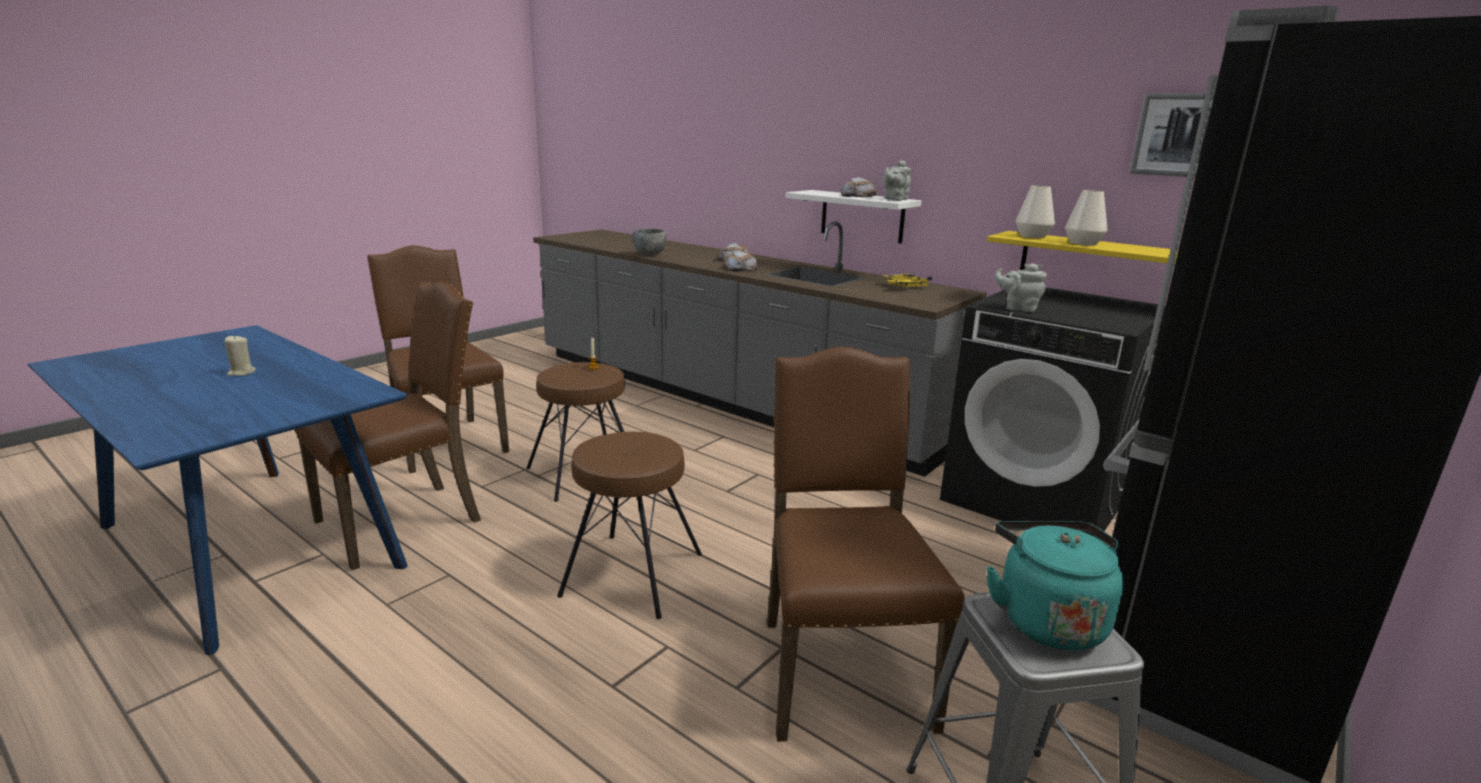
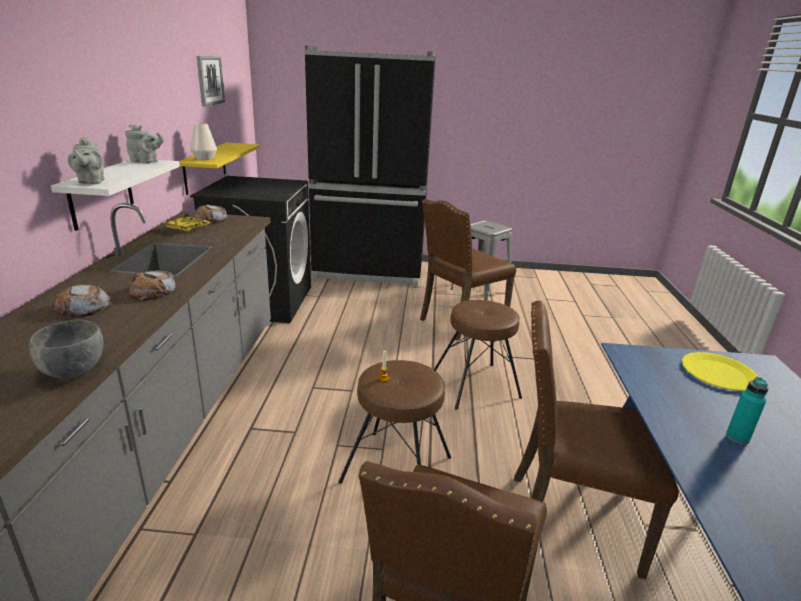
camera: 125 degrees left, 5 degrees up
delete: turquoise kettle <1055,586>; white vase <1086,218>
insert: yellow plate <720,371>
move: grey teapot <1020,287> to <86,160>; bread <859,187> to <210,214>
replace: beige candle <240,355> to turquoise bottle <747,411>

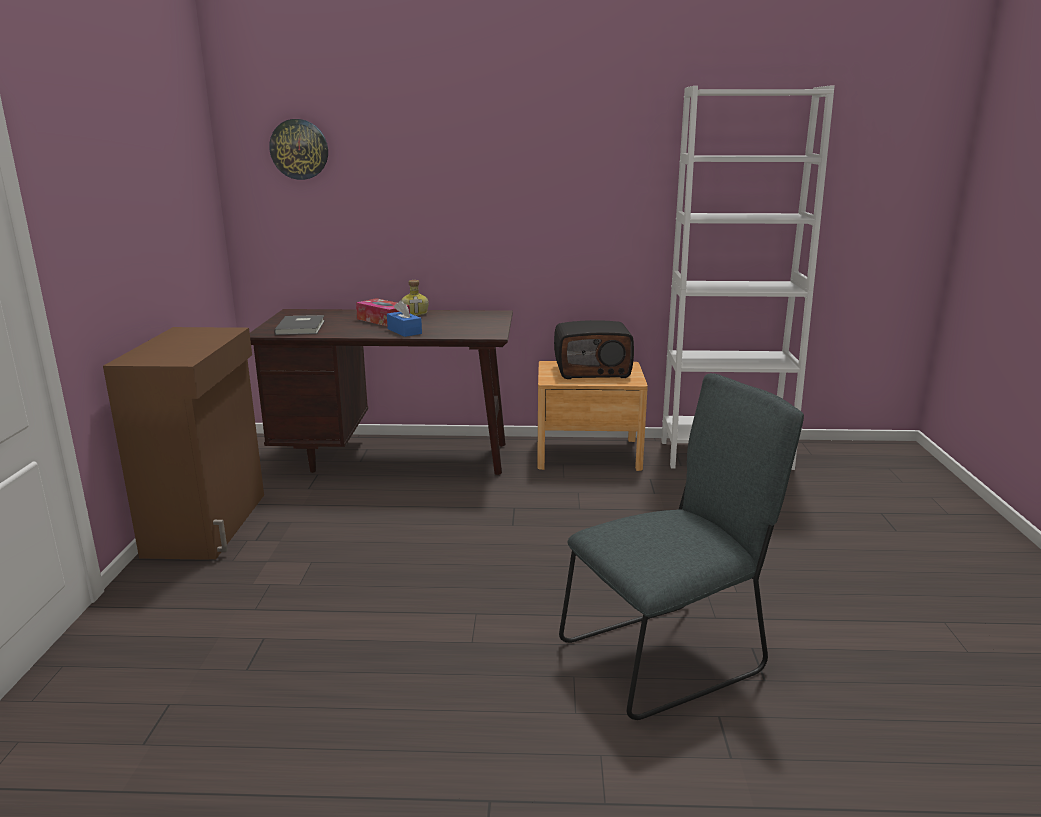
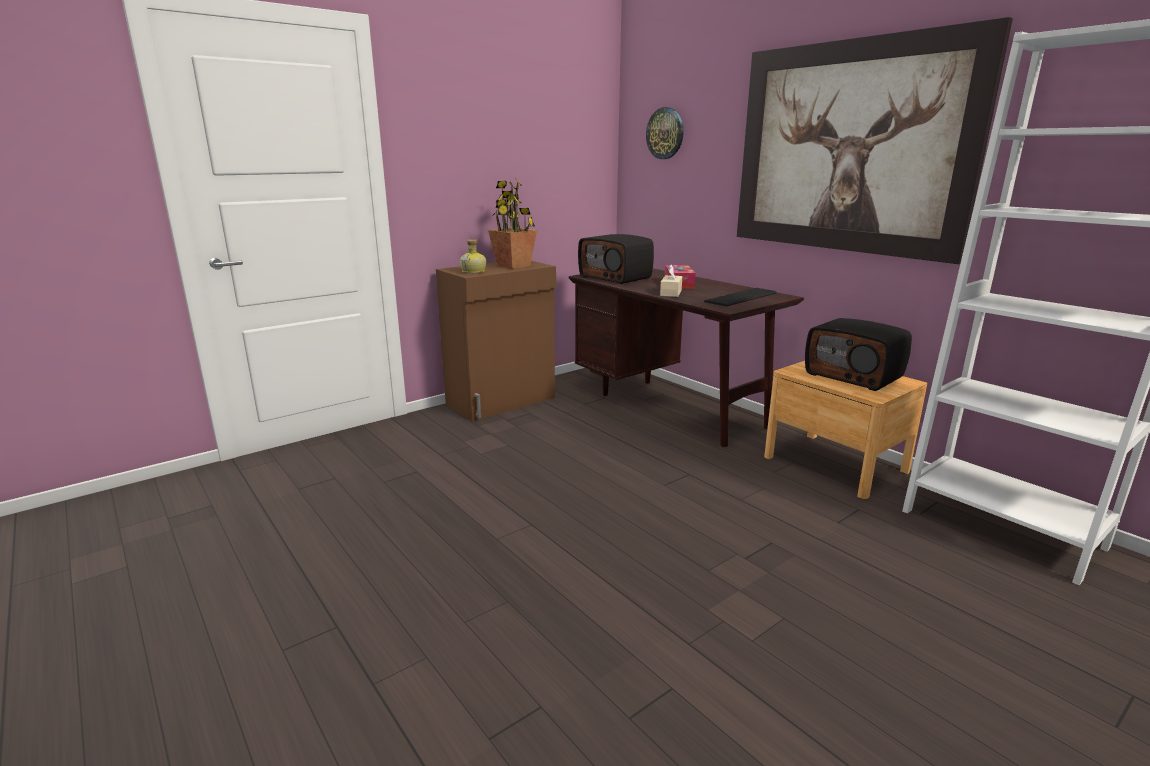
camera: 50 degrees right, 0 degrees up
delete: grey chair <681,546>
insert: potted plant <512,223>; keyboard <740,297>; picture <875,140>
move: bottle <415,298> to <473,256>
replace: grey book <299,325> to radio <616,259>
recolor: blue tissue box <404,318> to beige tissue box <671,281>

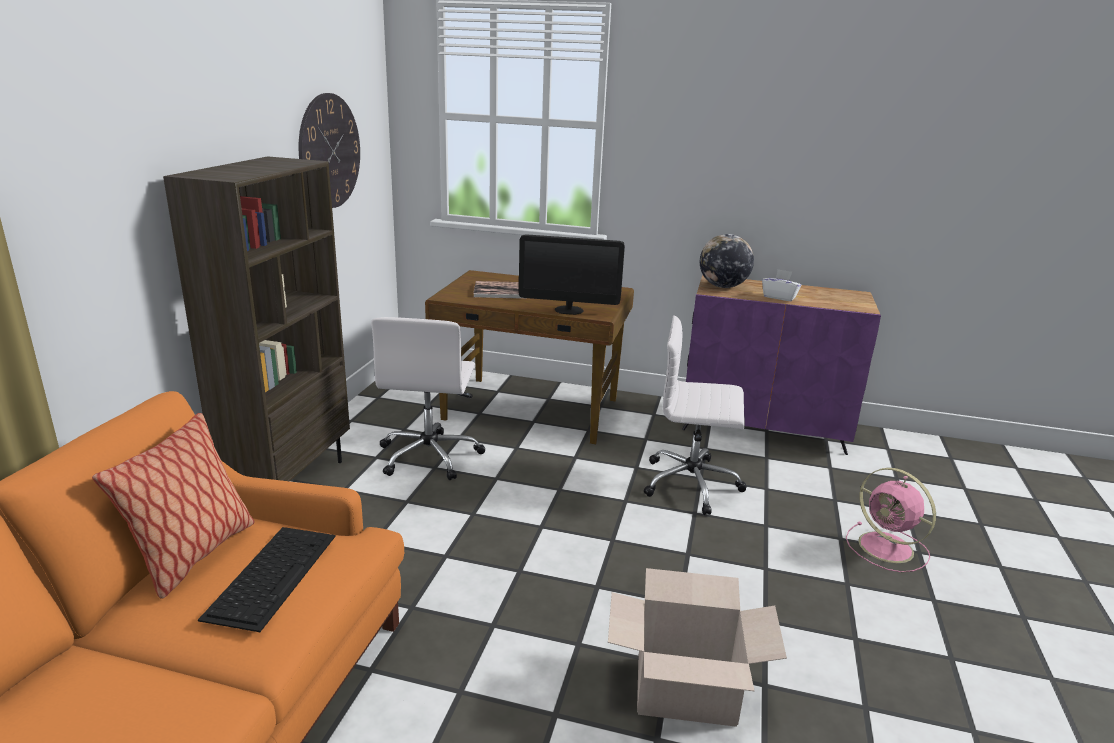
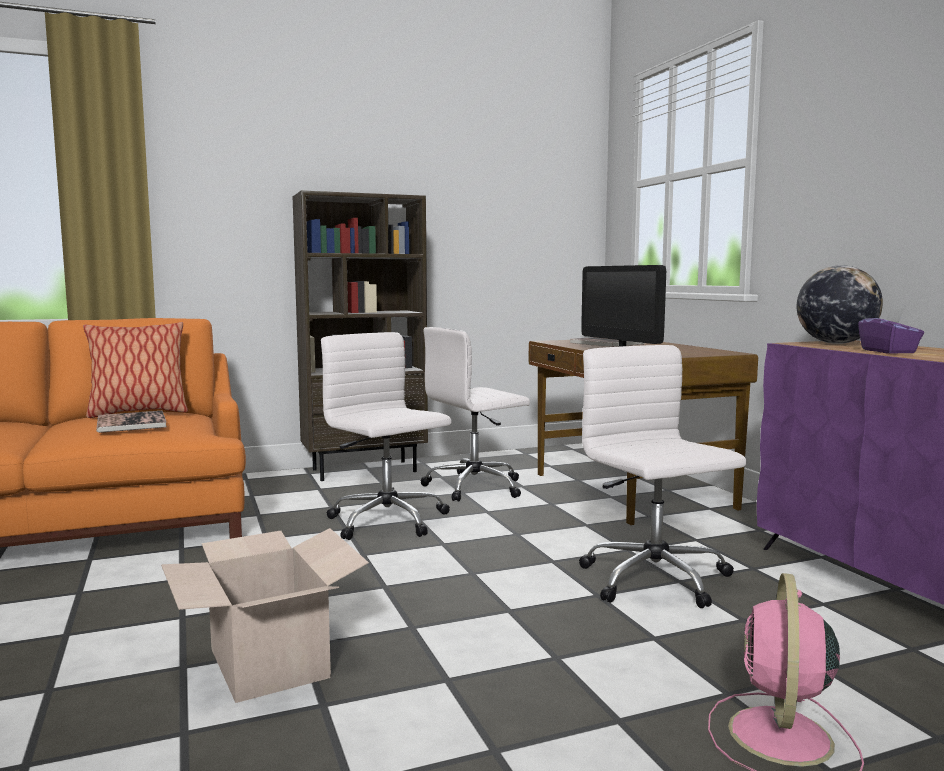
camera: 55 degrees right, 15 degrees down
delete: wall clock <329,150>
insert: white office chair <386,436>
replace: keyboard <267,579> to book <131,422>
recolor: white tissue box <781,285> to purple tissue box <891,330>

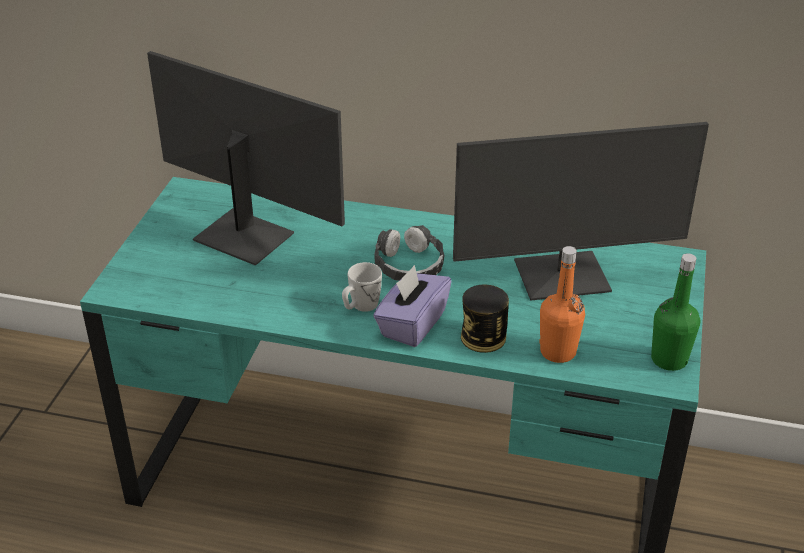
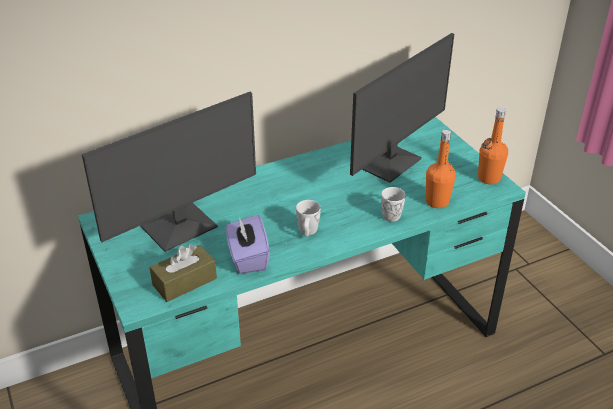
camera: 40 degrees left, 0 degrees up
delete: headphones <409,253>
insert: brown tissue box <183,273>
move: purple tissue box <412,306> to <248,244>
replace: can <485,319> to white mug <393,204>
recolor: green bottle <675,312> to orange bottle <493,146>
rotate: monitor <246,158> = <169,171> 150 degrees clockwise

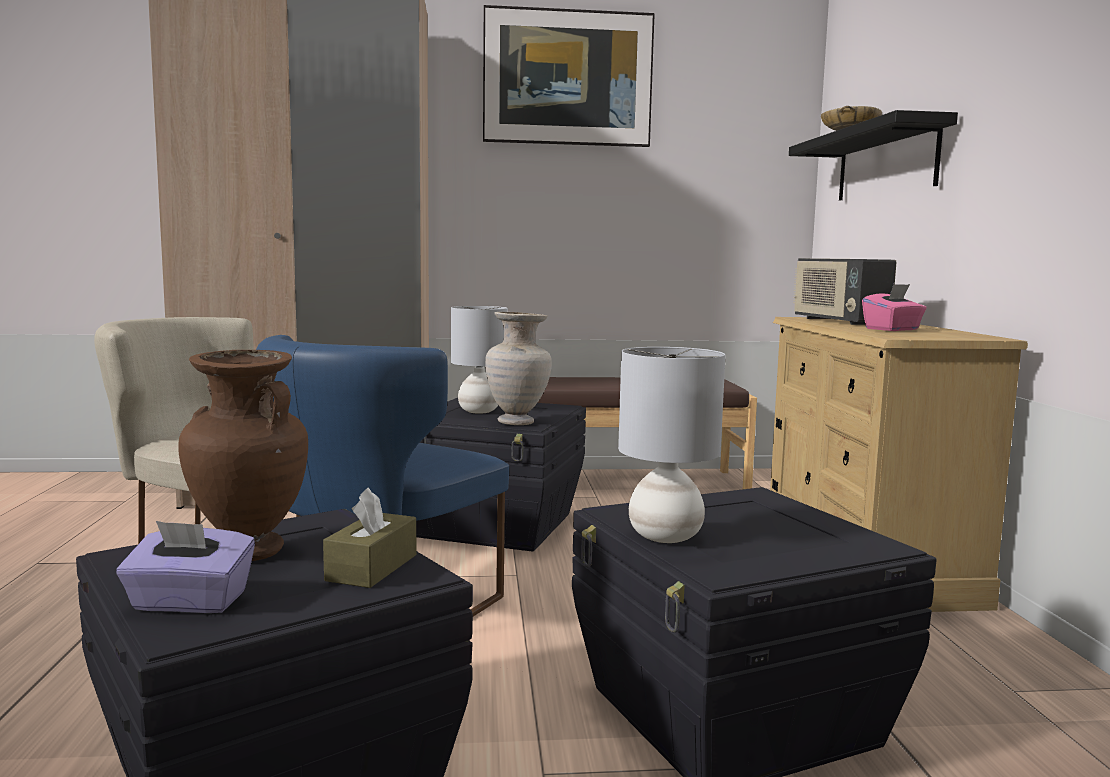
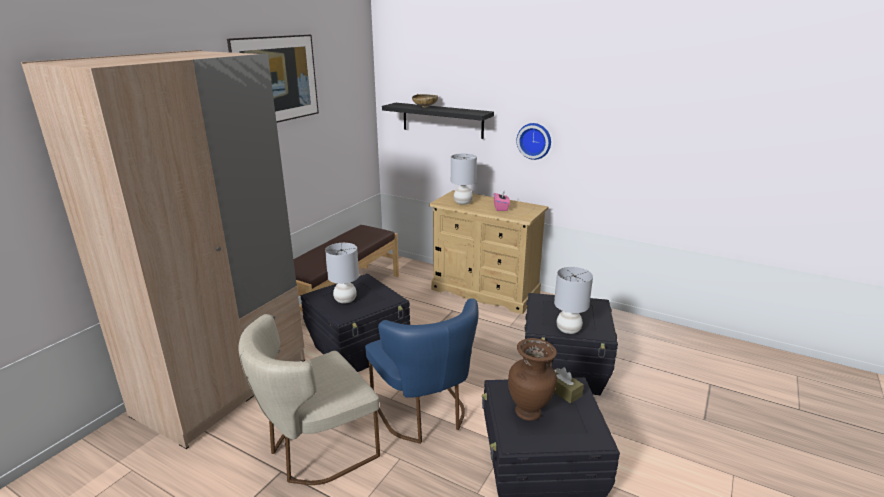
camera: 55 degrees left, 15 degrees up
delete: purple tissue box <186,567>; beige vase <518,368>
insert: wall clock <533,141>
replace: radio <844,291> to grey table lamp <464,179>

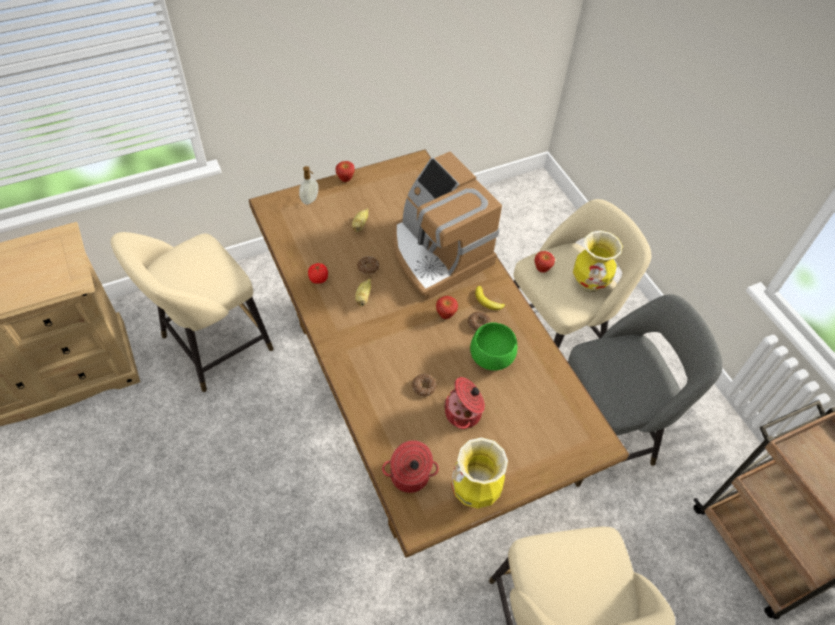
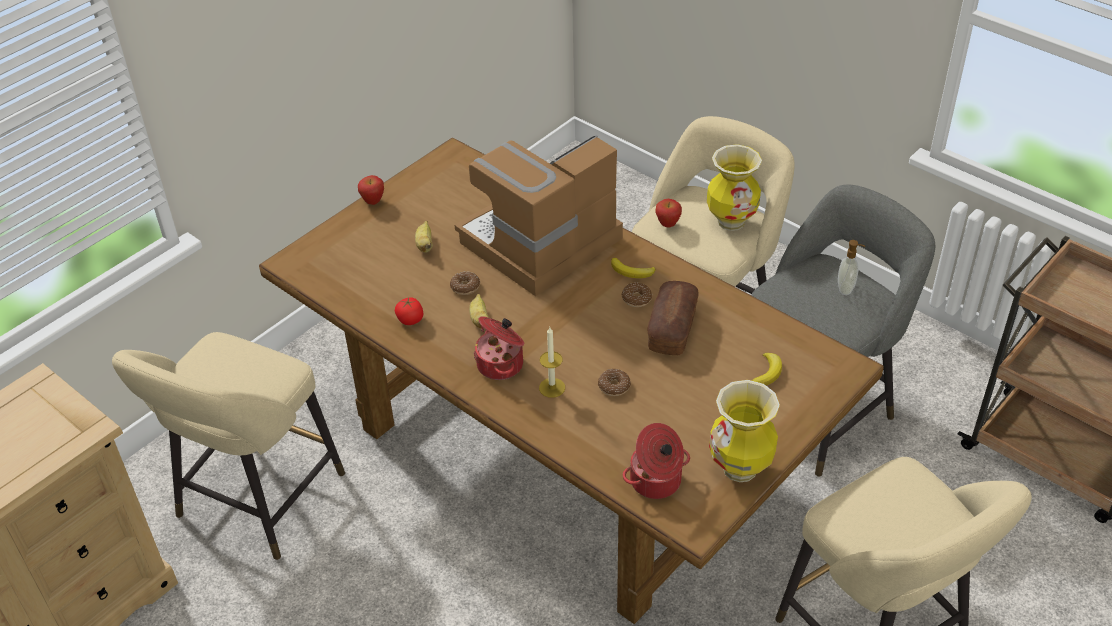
camera: 20 degrees left, 10 degrees down
delete: apple <447,307>
insert: candle <552,362>; banana <767,369>
move: cooking pot <464,403> to <499,348>; soap dispenser <308,185> to <851,267>
replace: green bowl <493,346> to bread <673,318>
rotate: coffee machine <447,226> = <538,215> 105 degrees clockwise

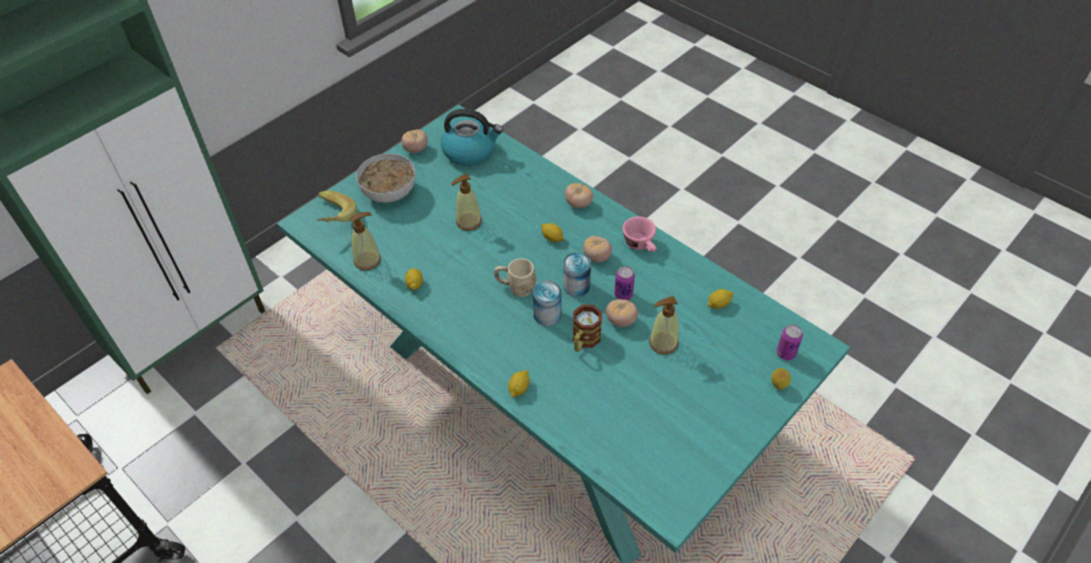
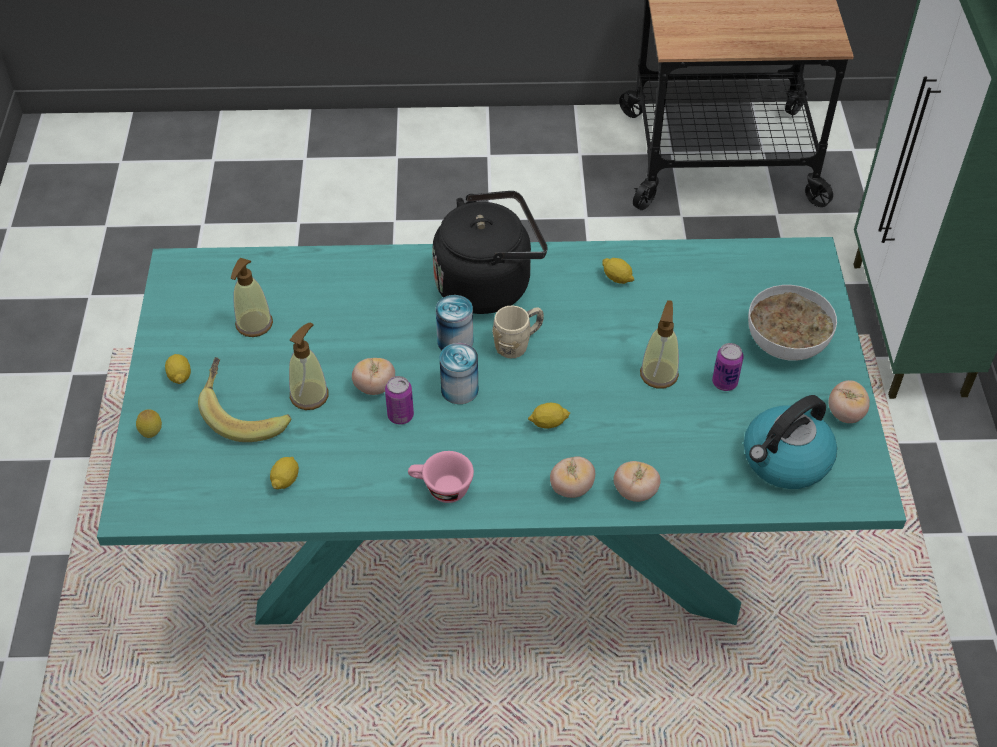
camera: 135 degrees right, 0 degrees up
delete: mug <587,328>
insert: black kettle <490,252>
move: lemon <519,383> to <178,369>; banana <336,206> to <245,399>; soap dispenser <365,241> to <252,297>; tomato <597,249> to <637,481>; can <789,342> to <728,367>

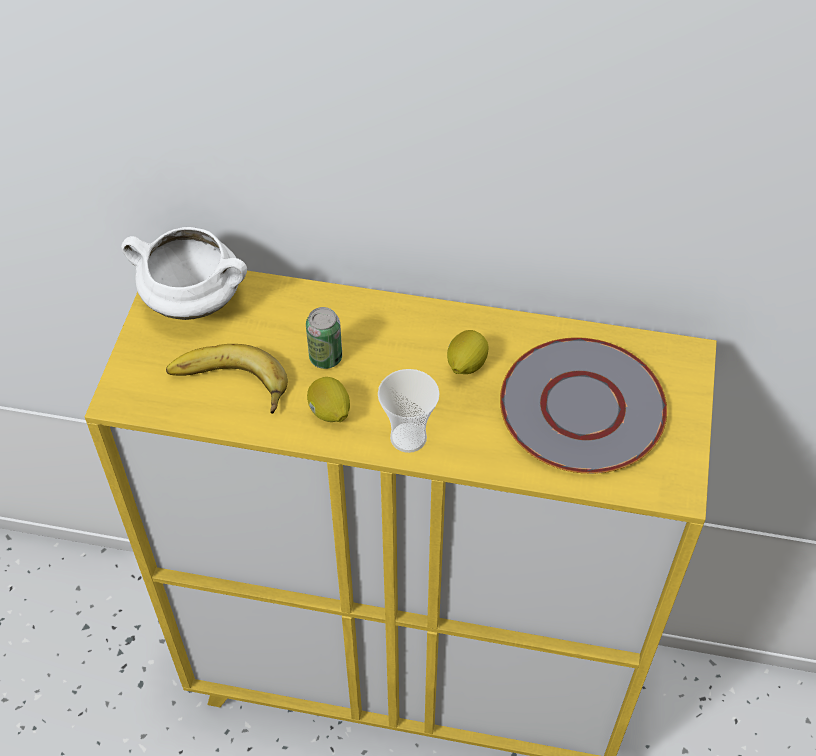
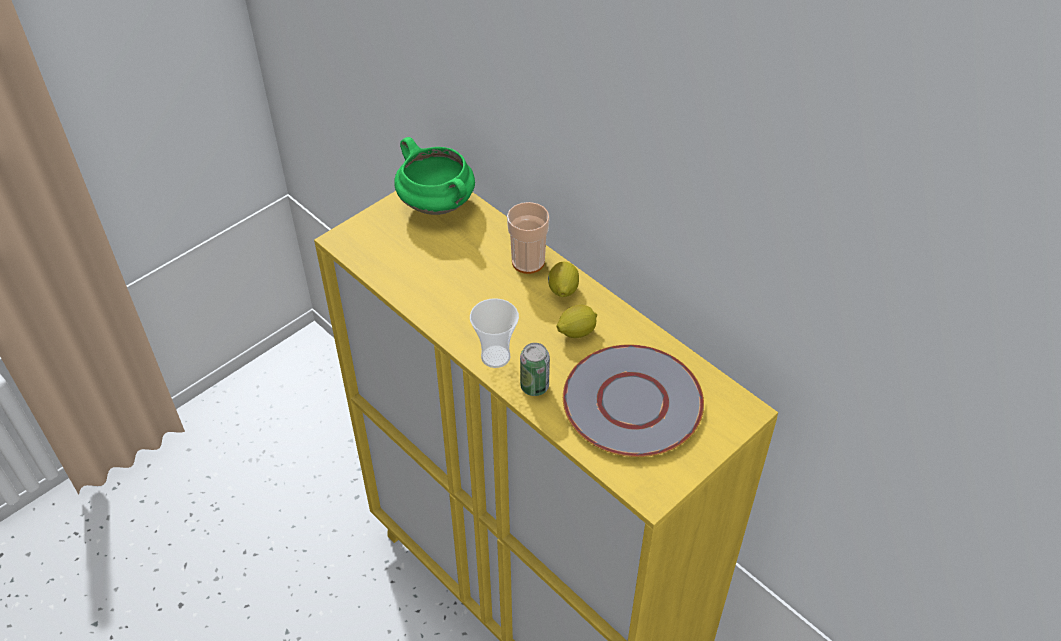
camera: 35 degrees right, 5 degrees down
delete: banana <227,379>
insert: cup <528,238>
move: can <324,338> to <535,369>; lemon <328,399> to <563,279>
recolor: white cooking pot <184,273> to green cooking pot <434,176>

